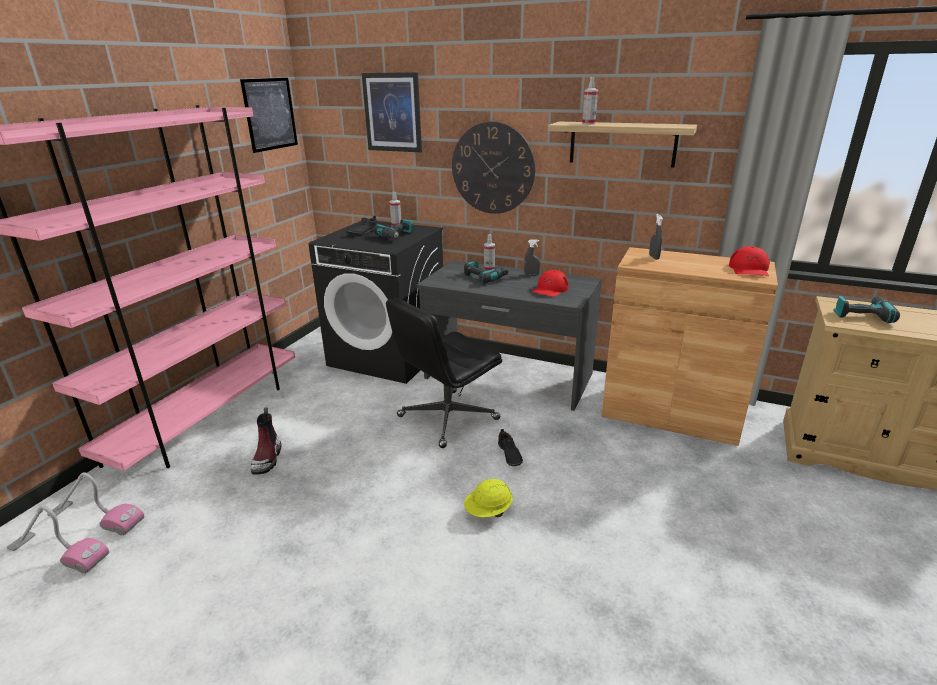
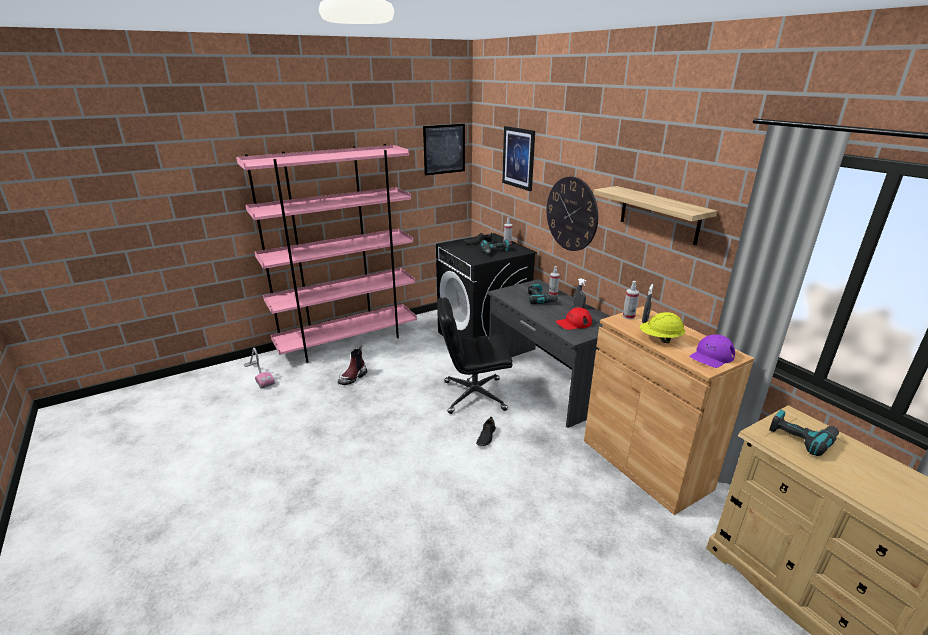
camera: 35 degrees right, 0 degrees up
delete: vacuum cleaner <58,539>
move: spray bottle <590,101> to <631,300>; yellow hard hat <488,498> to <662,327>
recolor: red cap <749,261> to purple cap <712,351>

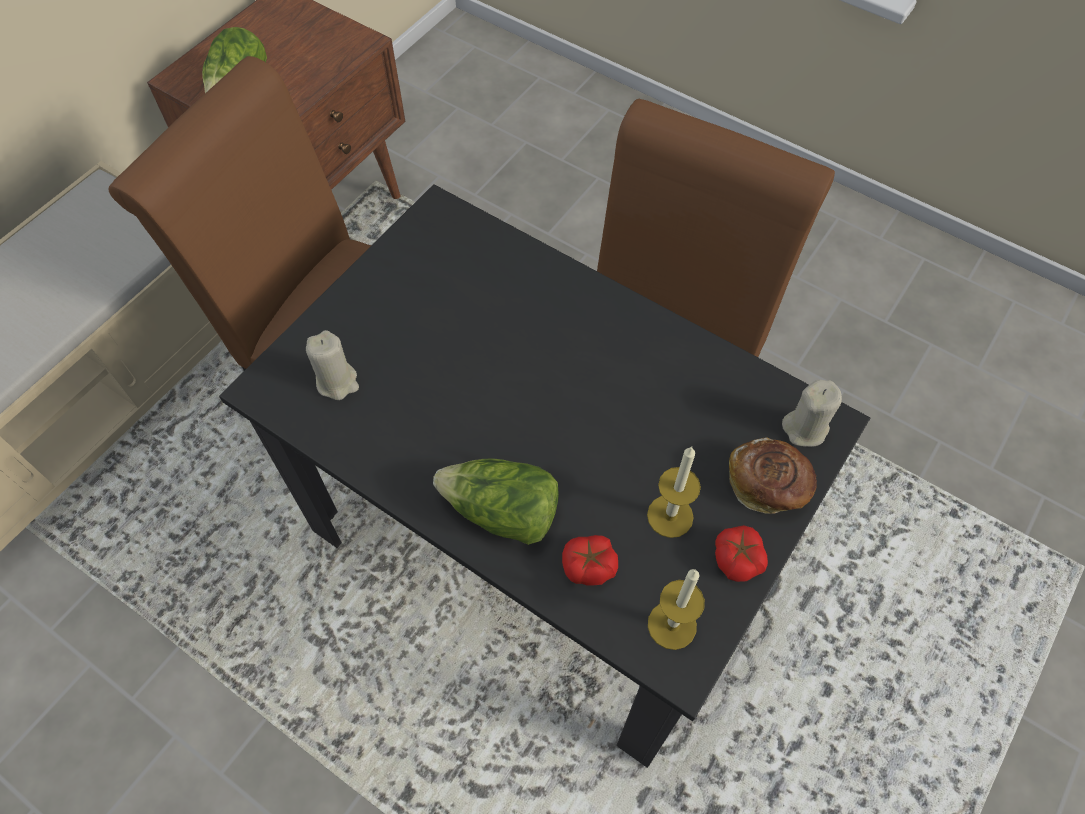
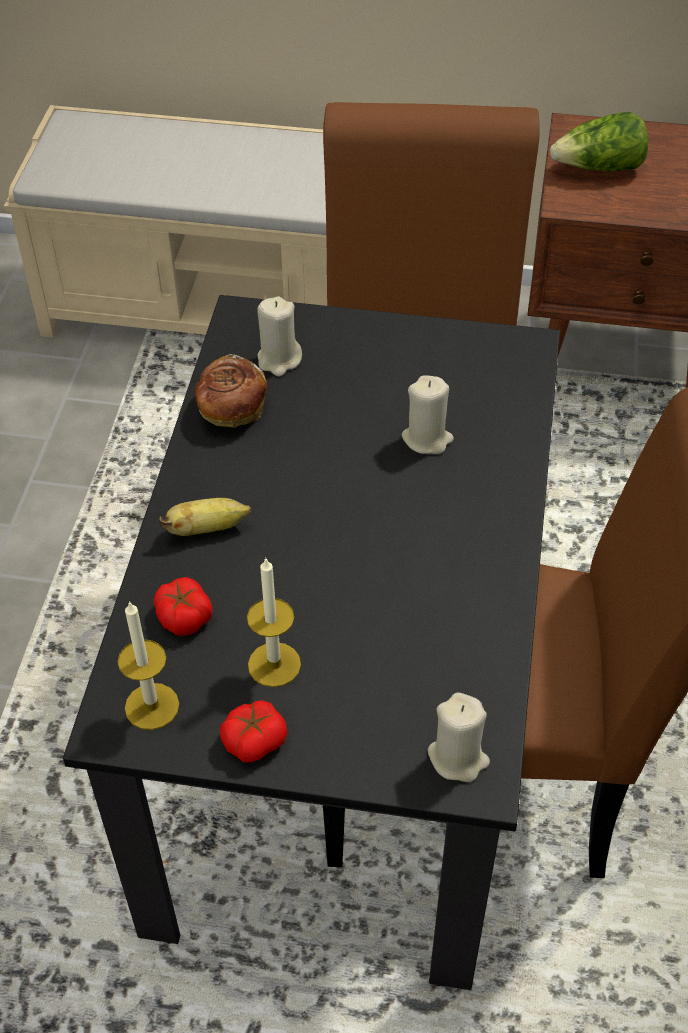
camera: 65 degrees right, 10 degrees down
insert: beige candle <428,414>
move: bread <773,475> to <230,391>
replace: lettuce <496,501> to banana <205,517>

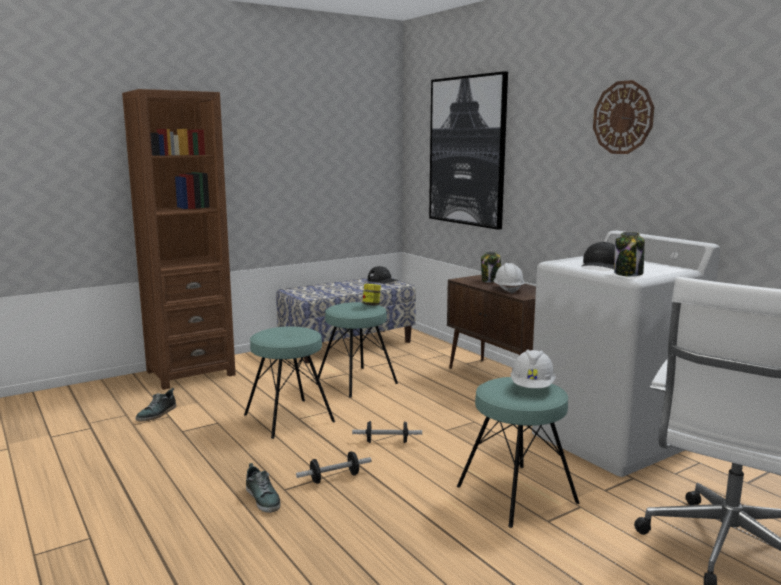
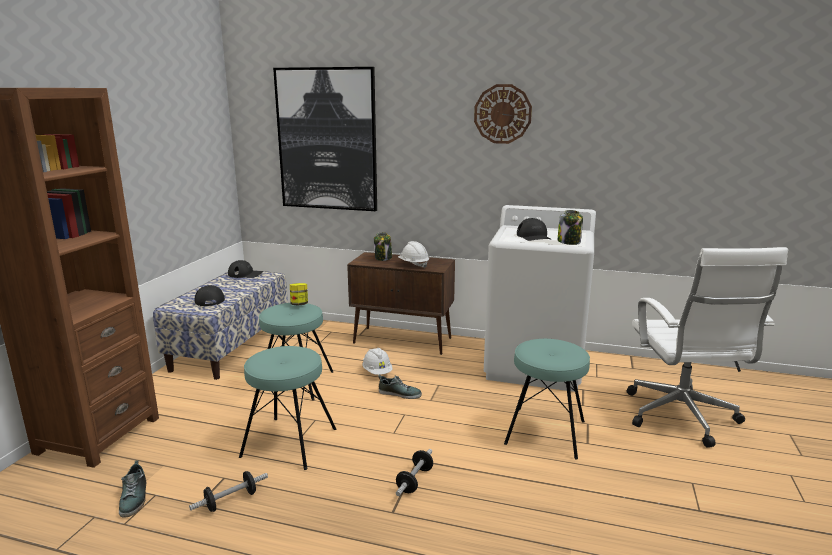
camera: 40 degrees left, 5 degrees up
insert: black cap <210,295>
move: dumbbell <387,432> to <228,491>; white hard hat <533,369> to <377,361>; shoe <263,488> to <400,386>

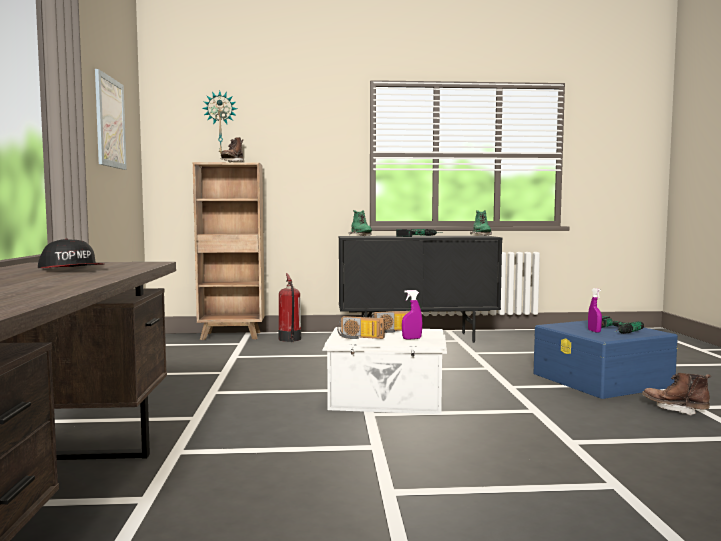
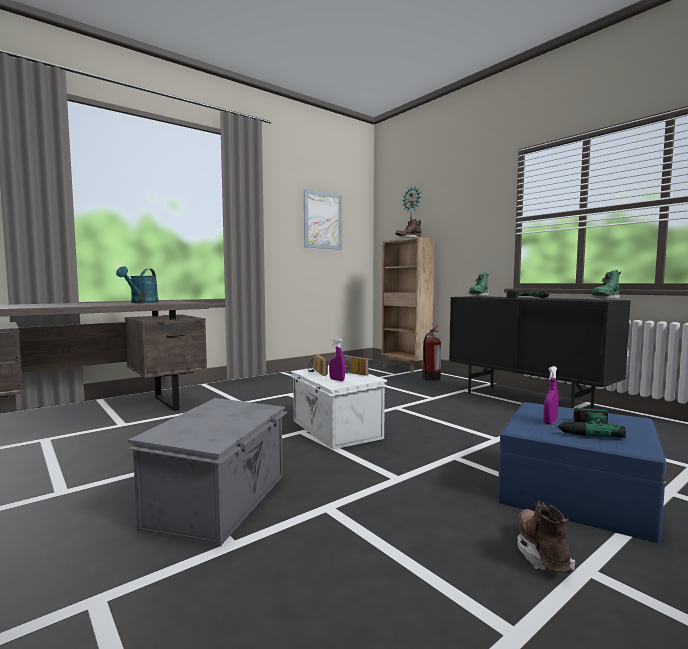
camera: 55 degrees right, 0 degrees up
insert: grey storage box <208,472>
replace: cap <71,253> to turquoise watering can <137,284>

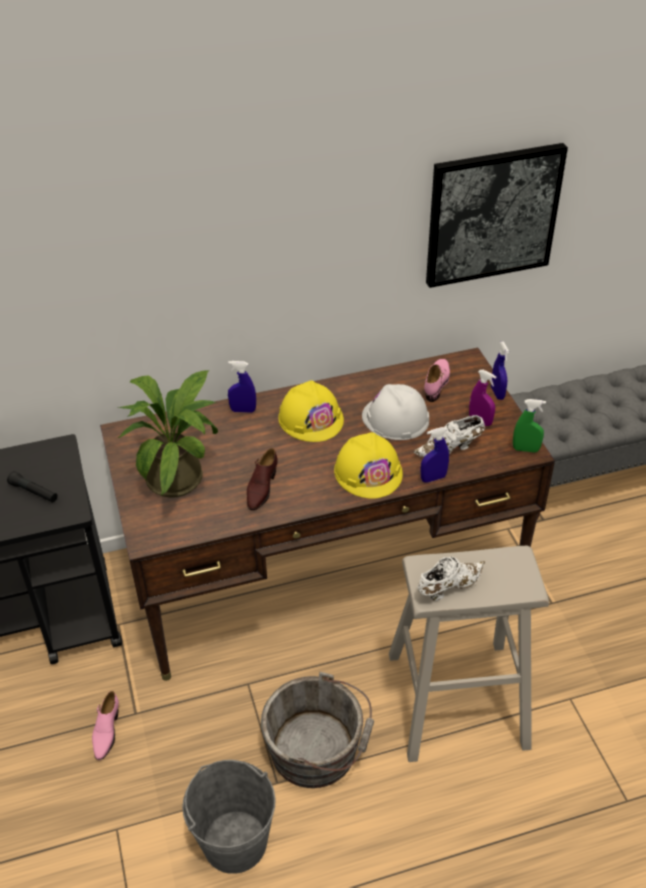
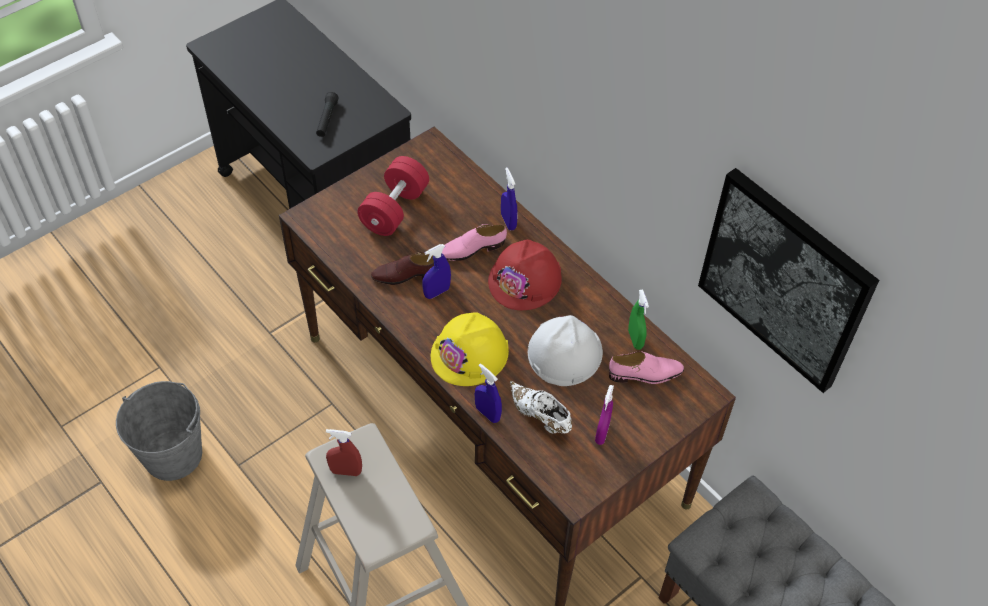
camera: 65 degrees right, 10 degrees up
delete: grey bucket <317,729>
move: blue spray bottle <500,371> to <437,271>; pink shoe <105,725> to <474,242>; green spray bottle <529,425> to <638,320>
replace: white shoe <451,578> to red spray bottle <344,452>; potted plant <167,434> to red dumbbell <393,196>
recolor: yellow hard hat <311,411> to red hard hat <525,274>

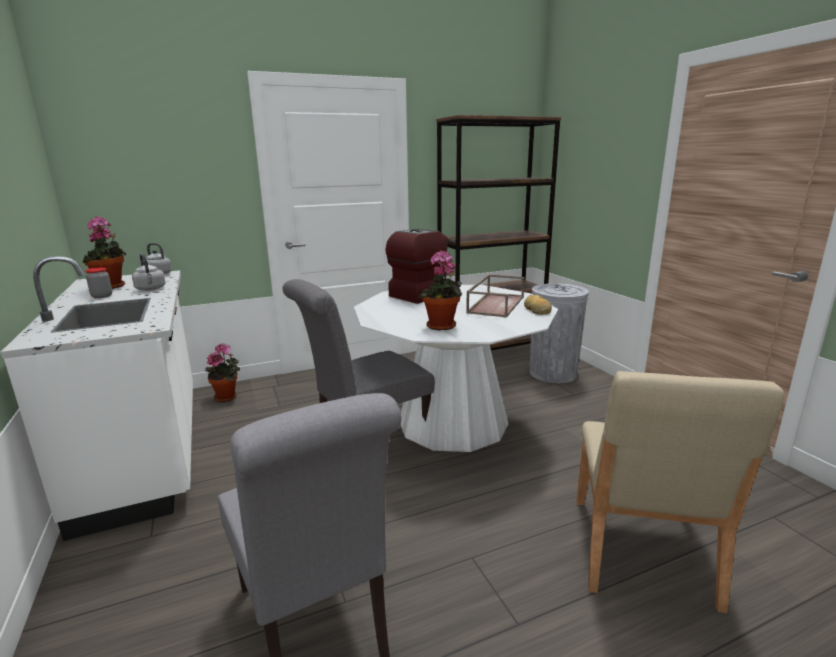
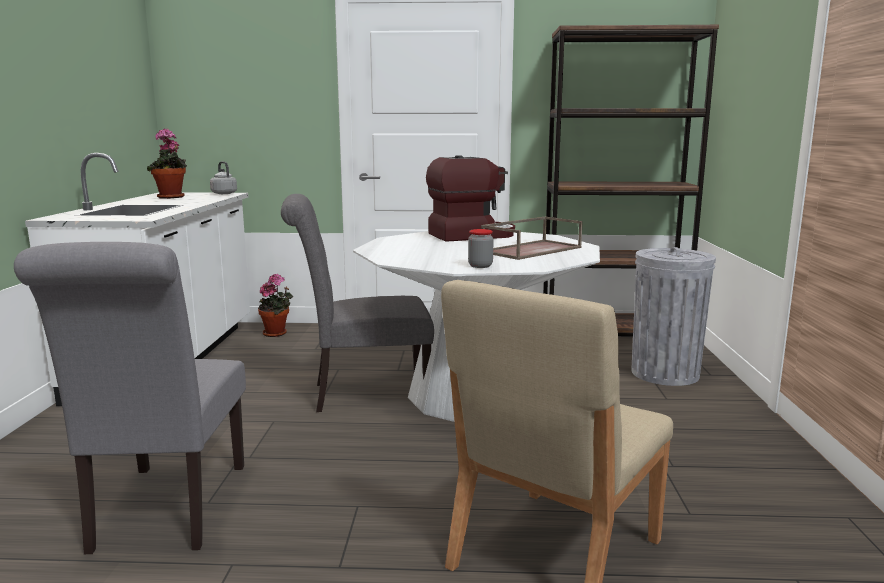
camera: 25 degrees right, 5 degrees down
delete: grey kettle <149,272>; potted plant <440,290>; bread <538,304>
move: jar <98,282> to <481,248>

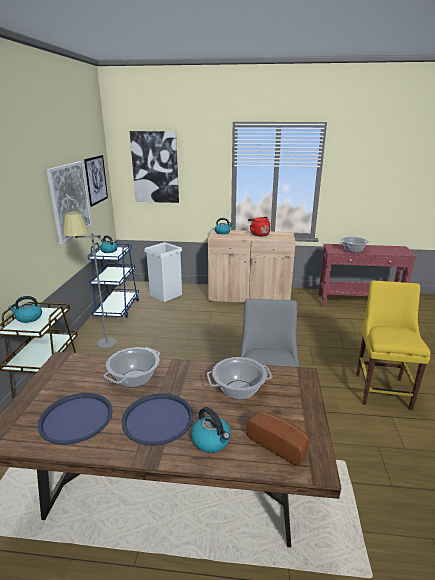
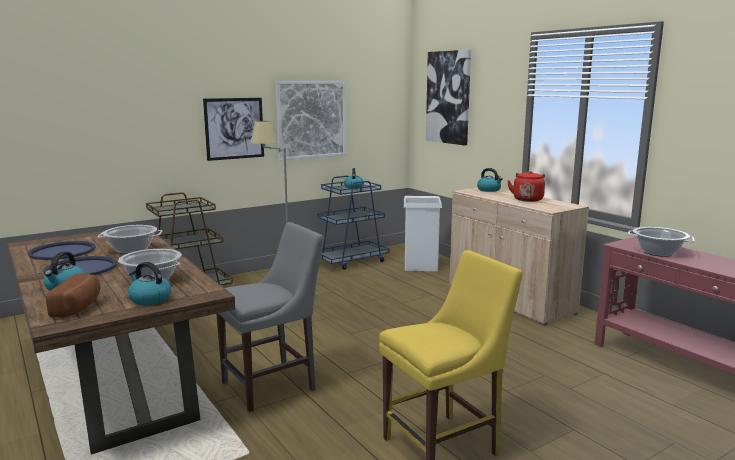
camera: 50 degrees right, 10 degrees down
move: kettle <25,309> to <149,283>; picture <96,181> to <233,129>

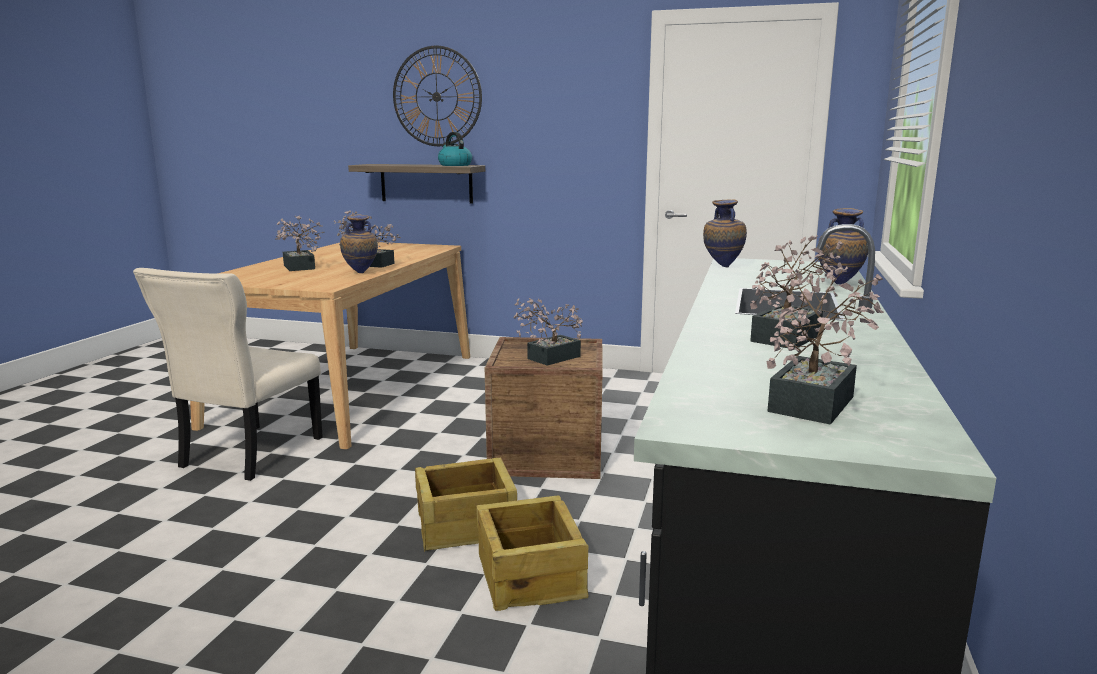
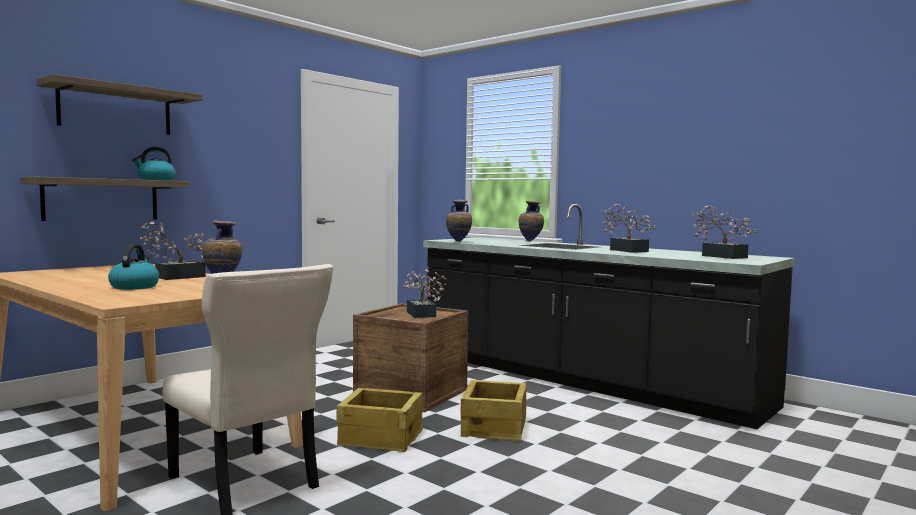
camera: 65 degrees left, 10 degrees down
move: crate <532,553> to <379,420>
replace: wall clock <437,96> to shelf <119,104>; potted plant <299,243> to kettle <133,267>

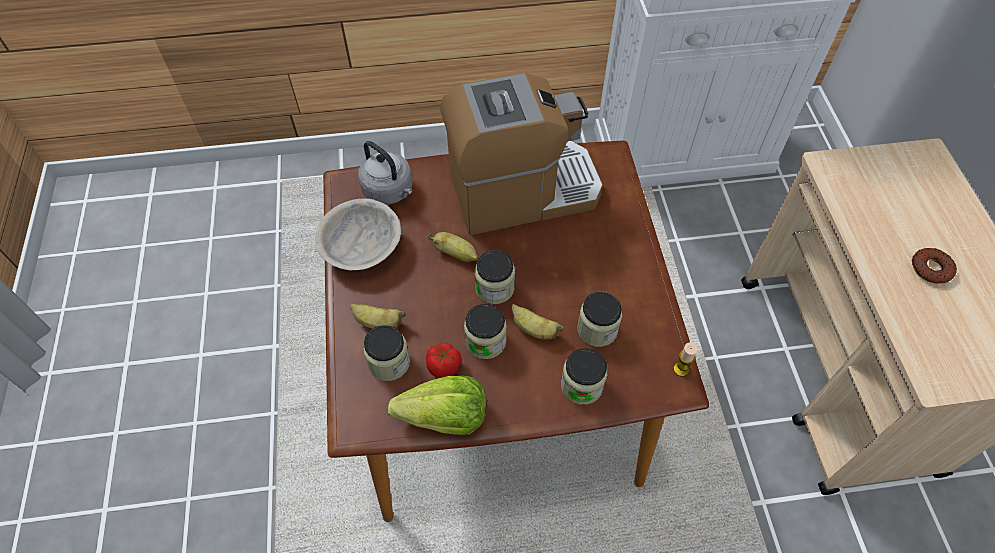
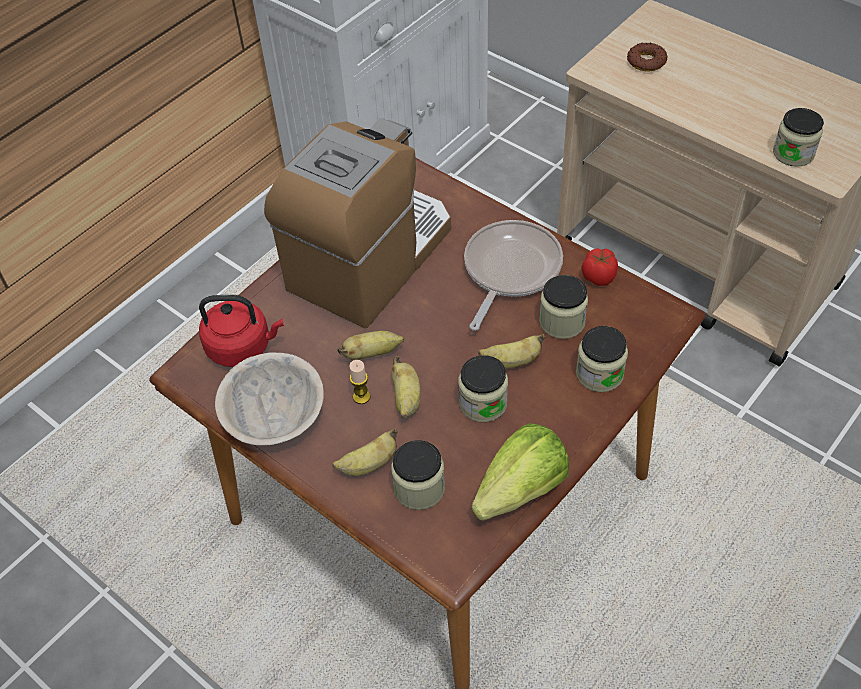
camera: 40 degrees left, 5 degrees down
insert: banana <406,387>; frying pan <513,275>
move: candle <685,359> to <359,382>; tomato <444,360> to <600,267>; donut <934,266> to <647,57>; jar <495,277> to <798,137>
recolor: grey kettle <385,173> to red kettle <241,331>

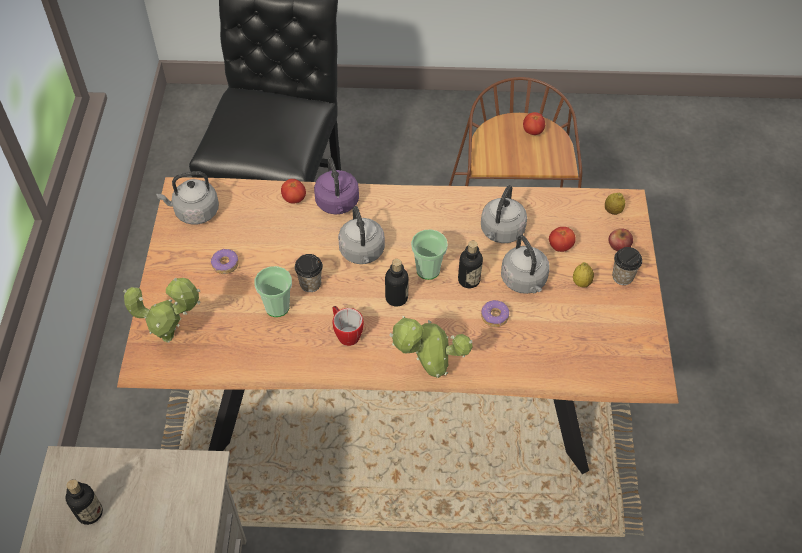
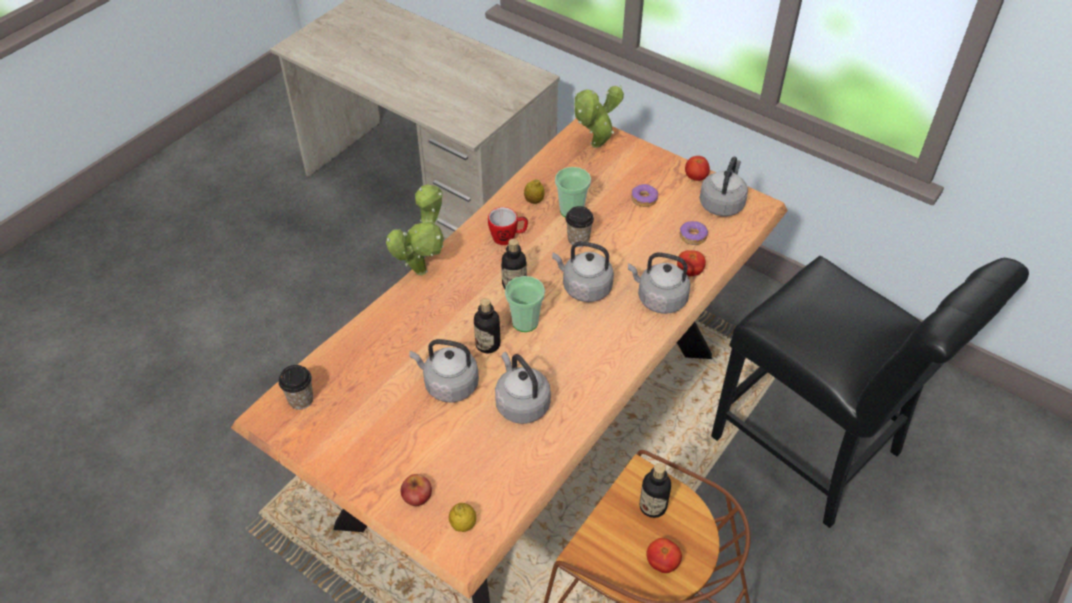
camera: 125 degrees right, 5 degrees down
move: cup <627,266> to <296,387>; lemon <583,274> to <534,191>; bottle <84,502> to <655,490>; donut <495,313> to <694,233>; tomato <562,239> to <697,168>
recolor: purple kettle <336,186> to grey kettle <659,283>

